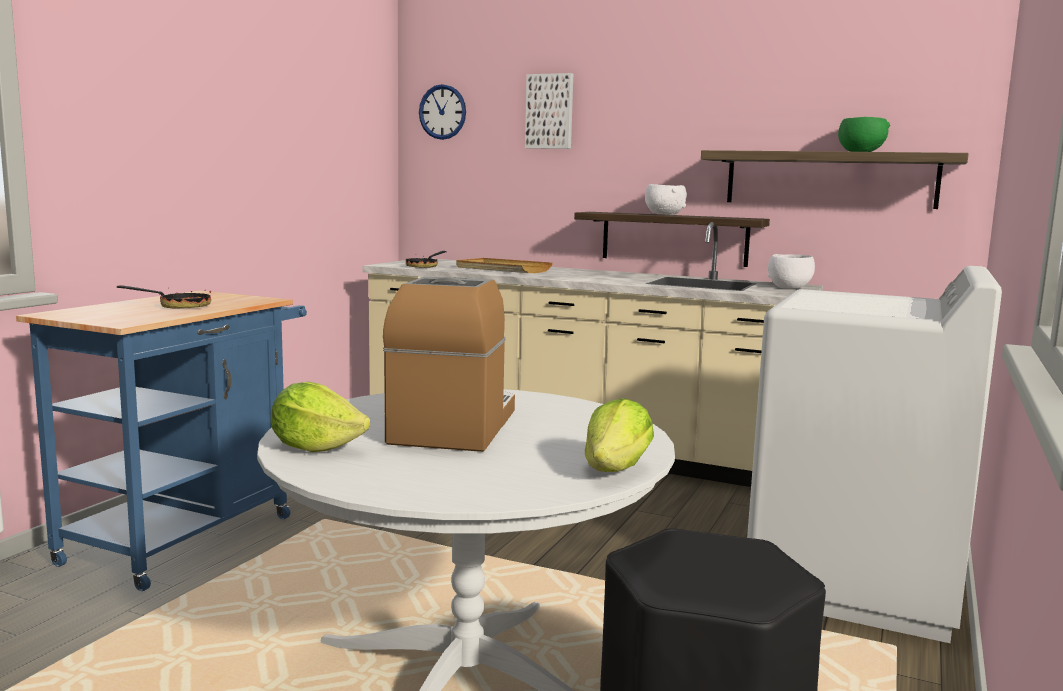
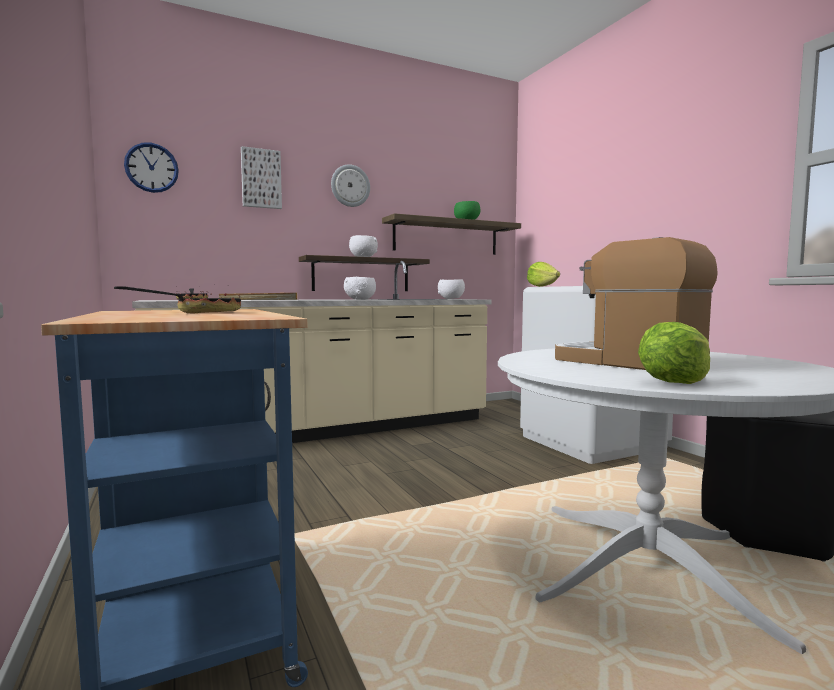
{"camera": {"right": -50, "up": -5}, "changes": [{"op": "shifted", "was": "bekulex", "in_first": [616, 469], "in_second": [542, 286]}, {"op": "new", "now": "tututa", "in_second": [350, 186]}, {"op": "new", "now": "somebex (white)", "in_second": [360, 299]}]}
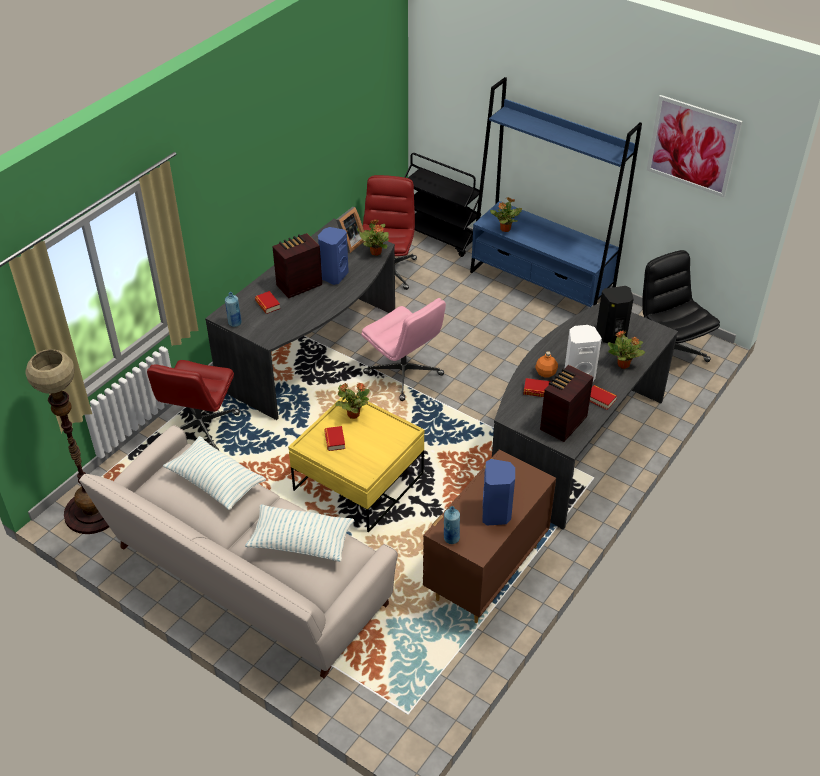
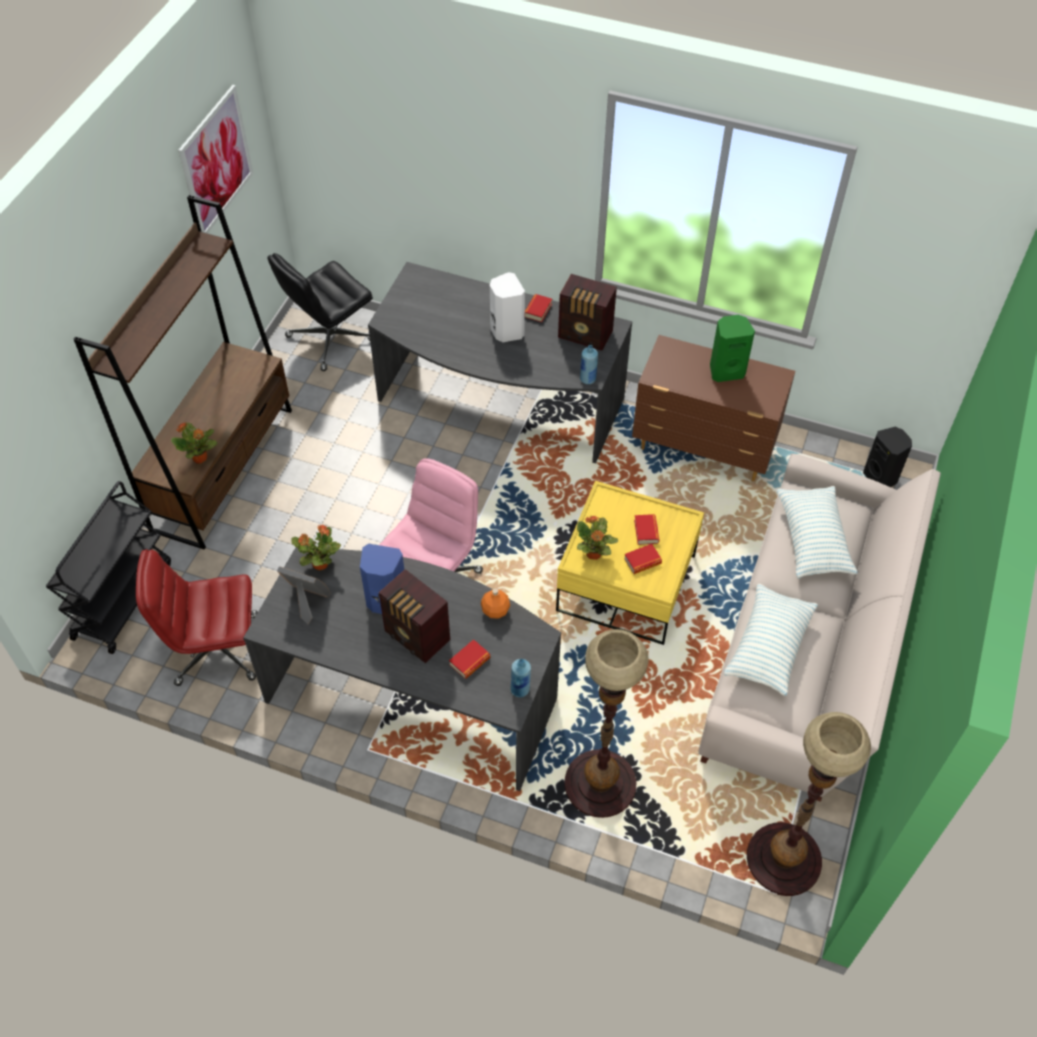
{"camera": {"right": -105, "up": 10}, "changes": [{"op": "repainted", "was": "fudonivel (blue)", "now": "fudonivel (brown)", "in_first": [541, 286], "in_second": [223, 468]}, {"op": "shifted", "was": "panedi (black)", "in_first": [611, 336], "in_second": [881, 477]}, {"op": "gone", "was": "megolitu", "in_first": [623, 365]}, {"op": "shifted", "was": "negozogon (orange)", "in_first": [546, 373], "in_second": [495, 610]}, {"op": "swapped", "was": "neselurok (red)", "now": "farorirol", "in_first": [200, 429], "in_second": [600, 784]}, {"op": "shifted", "was": "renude", "in_first": [536, 390], "in_second": [646, 531]}, {"op": "repainted", "was": "panedi (blue)", "now": "panedi (green)", "in_first": [496, 514], "in_second": [726, 370]}, {"op": "shifted", "was": "negozogon (blue)", "in_first": [451, 538], "in_second": [587, 379]}]}
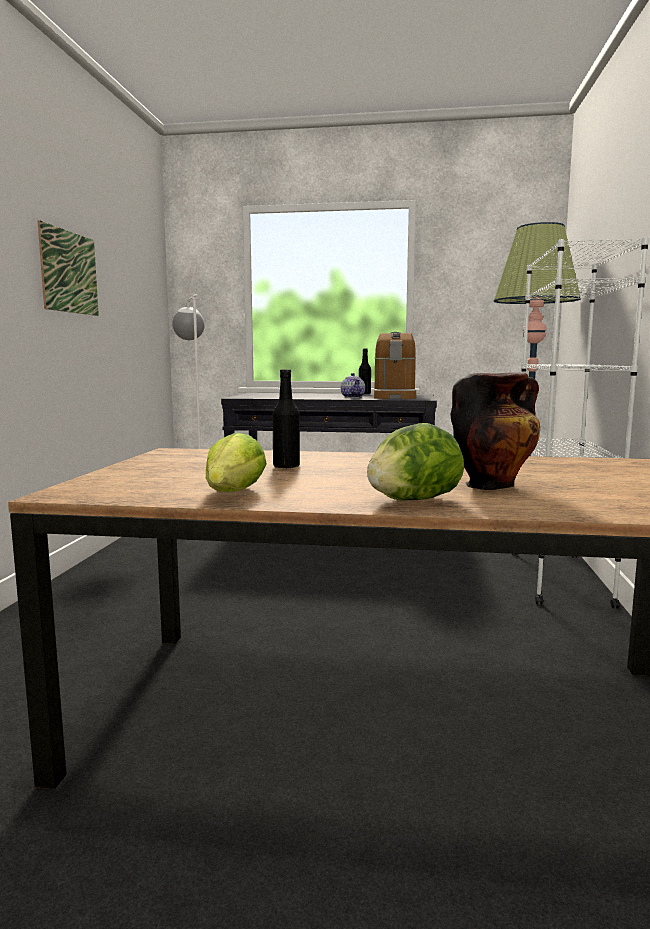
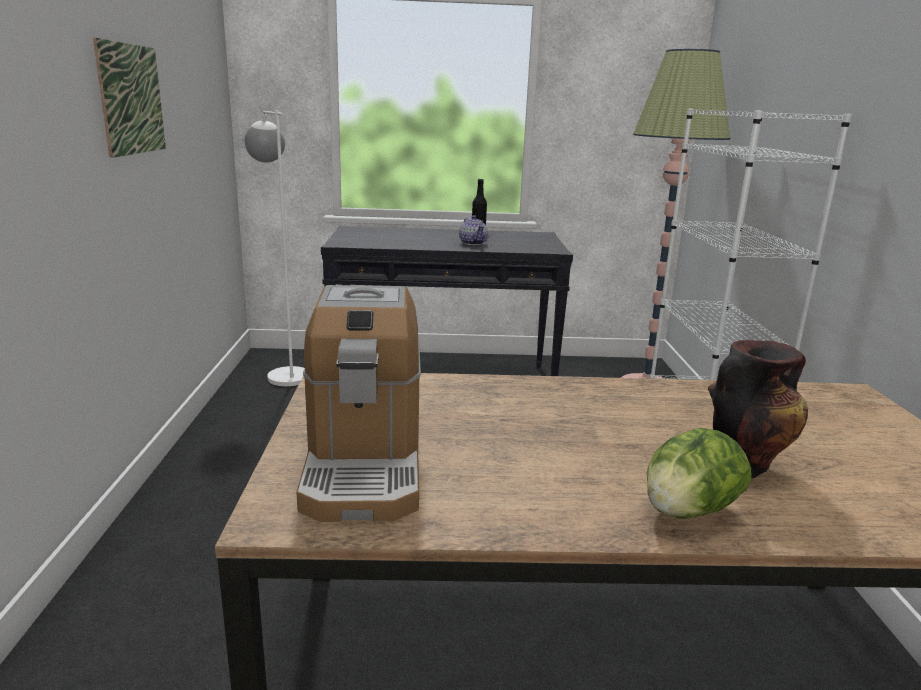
{"camera": {"right": -10, "up": 10}, "changes": [{"op": "shifted", "was": "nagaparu", "in_first": [394, 396], "in_second": [364, 464]}, {"op": "gone", "was": "negozogon (black)", "in_first": [286, 466]}, {"op": "gone", "was": "bekulex", "in_first": [234, 493]}]}
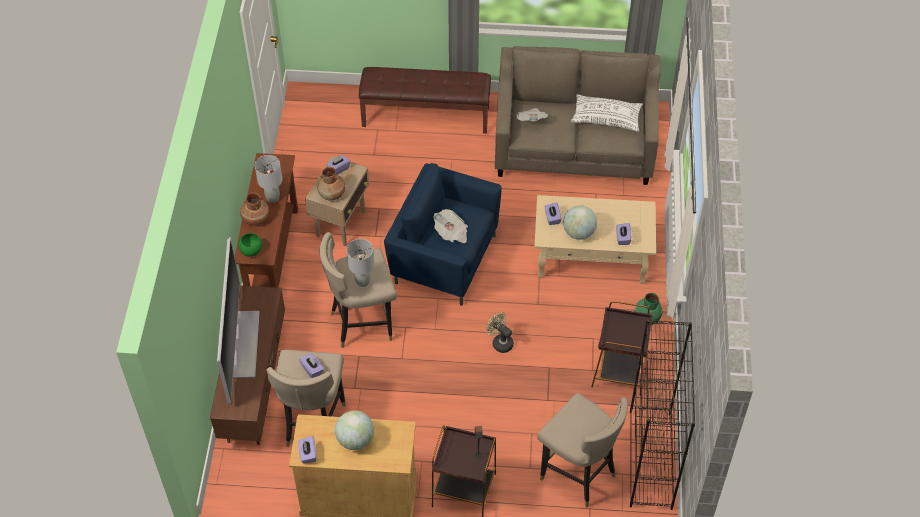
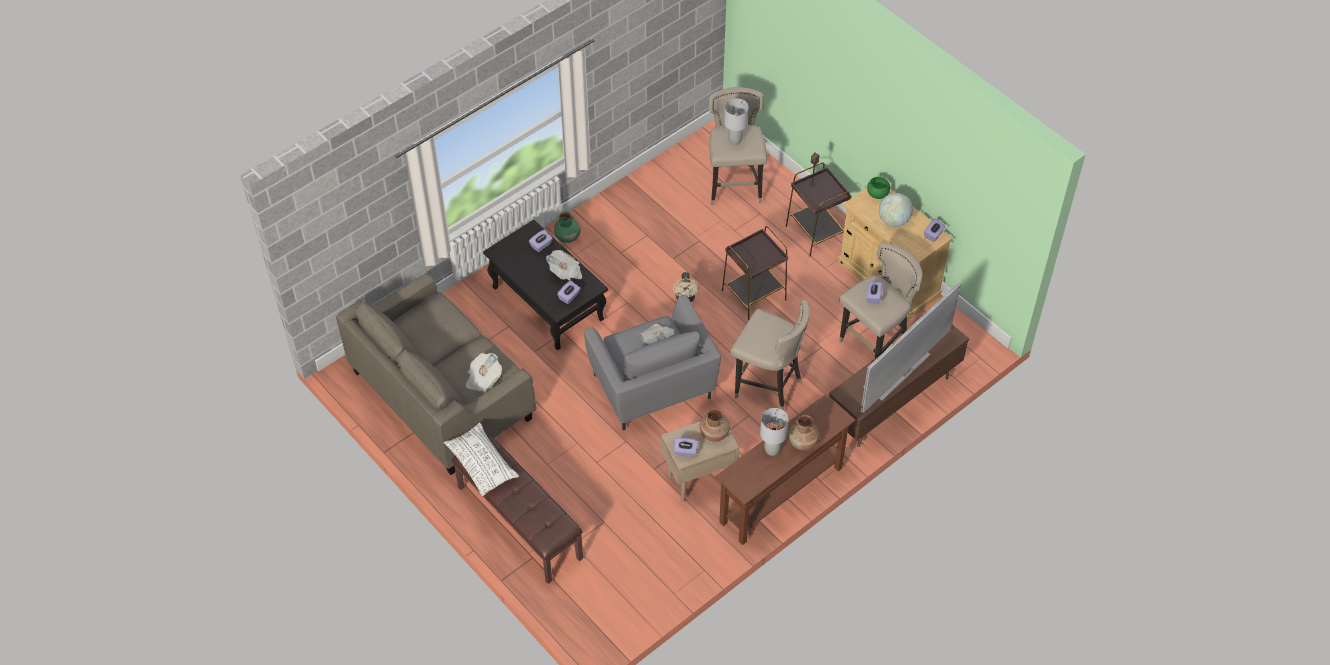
{"camera": {"right": -135, "up": 0}, "changes": [{"op": "shifted", "was": "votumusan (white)", "in_first": [606, 119], "in_second": [481, 464]}, {"op": "repainted", "was": "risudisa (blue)", "now": "risudisa (grey)", "in_first": [443, 258], "in_second": [652, 388]}, {"op": "repainted", "was": "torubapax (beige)", "now": "torubapax (black)", "in_first": [592, 257], "in_second": [547, 303]}, {"op": "swapped", "was": "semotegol", "now": "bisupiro", "in_first": [579, 233], "in_second": [565, 272]}, {"op": "shifted", "was": "somebex (green)", "in_first": [251, 250], "in_second": [877, 193]}, {"op": "shifted", "was": "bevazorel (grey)", "in_first": [362, 282], "in_second": [735, 141]}, {"op": "shifted", "was": "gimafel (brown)", "in_first": [618, 371], "in_second": [754, 295]}, {"op": "gone", "was": "fudonivel (black)", "in_first": [651, 460]}]}
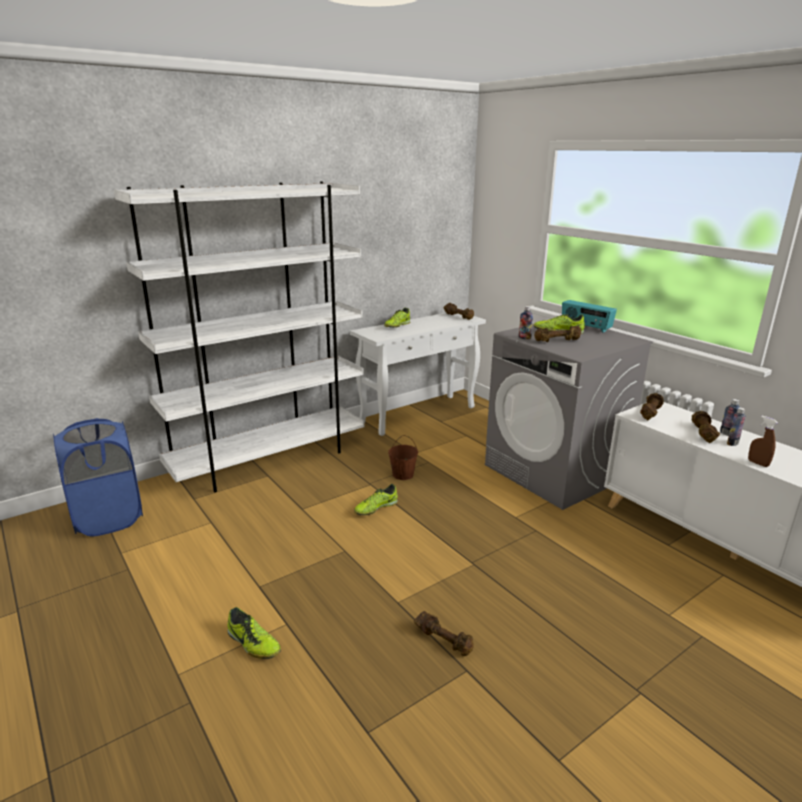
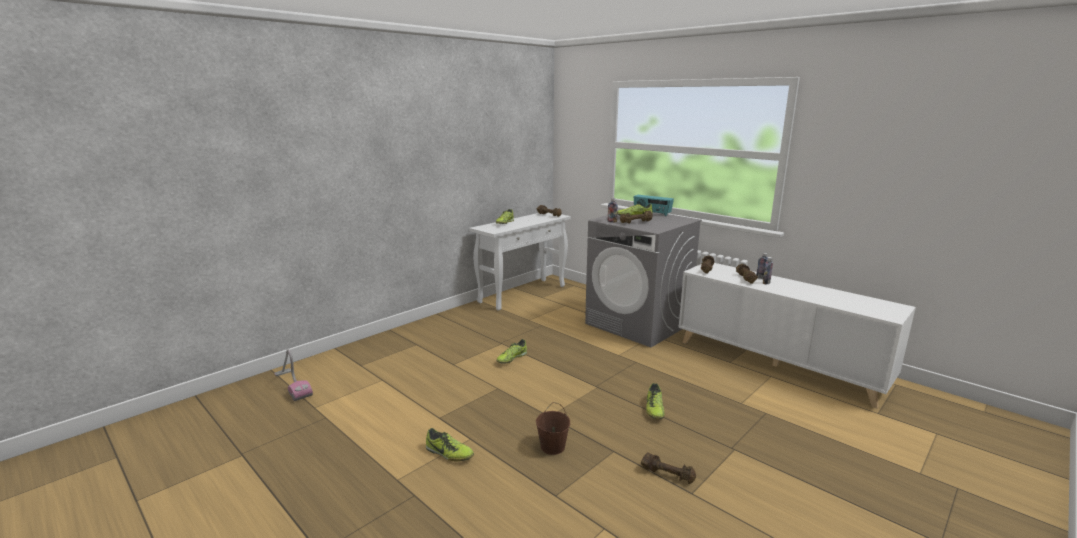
{"camera": {"right": -10, "up": -5}, "changes": [{"op": "gone", "was": "fudonivel (white)", "in_first": [270, 460]}, {"op": "gone", "was": "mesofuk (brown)", "in_first": [758, 463]}, {"op": "swapped", "was": "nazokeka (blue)", "now": "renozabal", "in_first": [108, 518], "in_second": [292, 385]}, {"op": "shifted", "was": "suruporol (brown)", "in_first": [402, 474], "in_second": [552, 447]}, {"op": "shifted", "was": "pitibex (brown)", "in_first": [444, 640], "in_second": [667, 474]}, {"op": "new", "now": "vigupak", "in_second": [654, 409]}]}
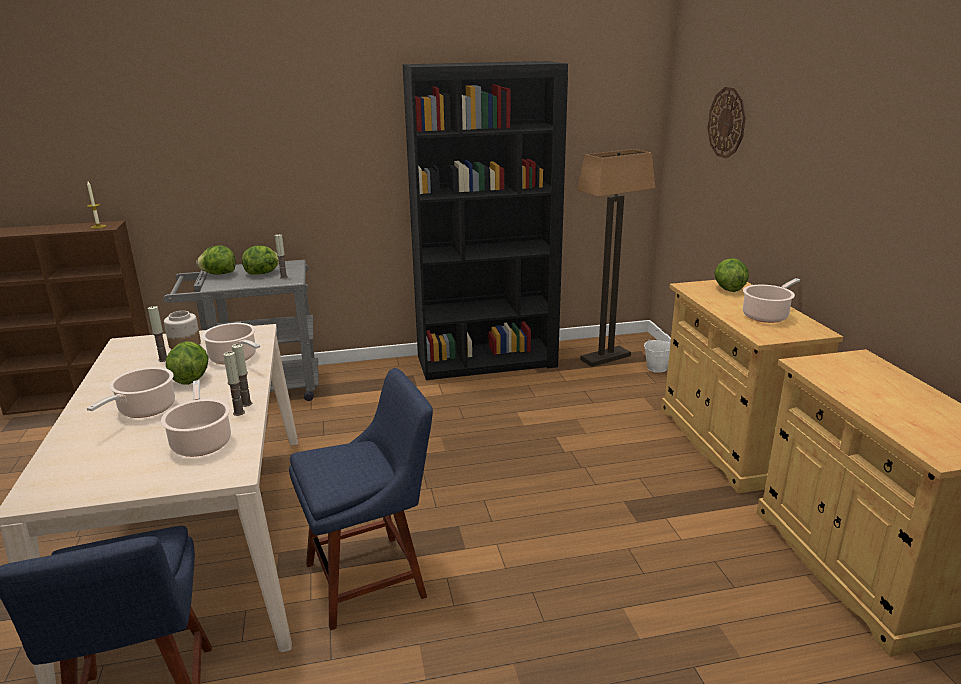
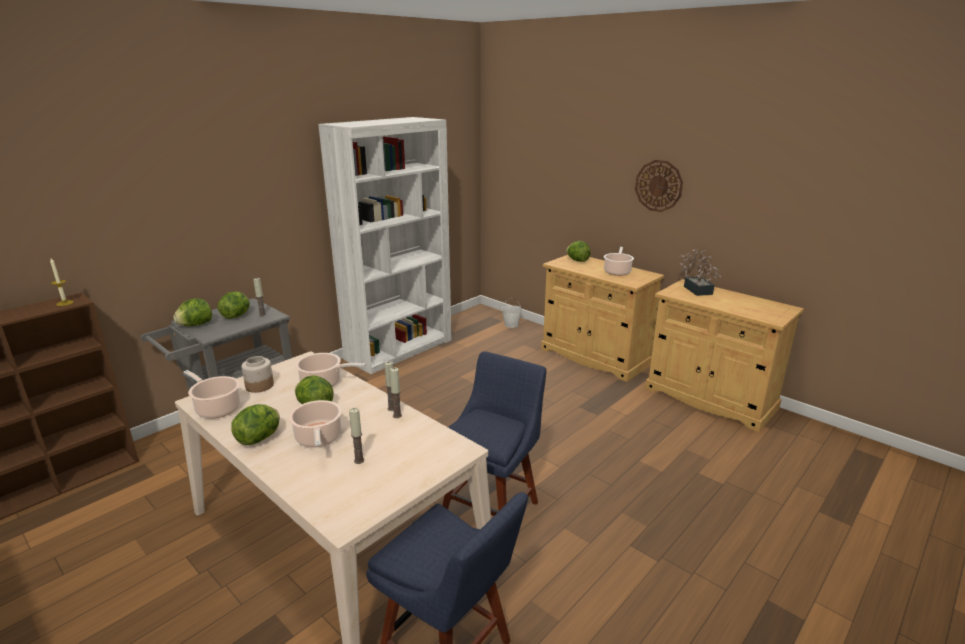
{"camera": {"right": -35, "up": 0}, "changes": [{"op": "repainted", "was": "fudonivel (black)", "now": "fudonivel (white)", "in_first": [487, 361], "in_second": [399, 349]}, {"op": "shifted", "was": "tututa", "in_first": [727, 122], "in_second": [658, 186]}, {"op": "gone", "was": "farorirol", "in_first": [605, 358]}, {"op": "shifted", "was": "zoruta", "in_first": [163, 359], "in_second": [359, 460]}, {"op": "shifted", "was": "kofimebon", "in_first": [201, 442], "in_second": [216, 408]}, {"op": "new", "now": "megolitu", "in_second": [696, 289]}, {"op": "new", "now": "bekulex", "in_second": [260, 438]}]}
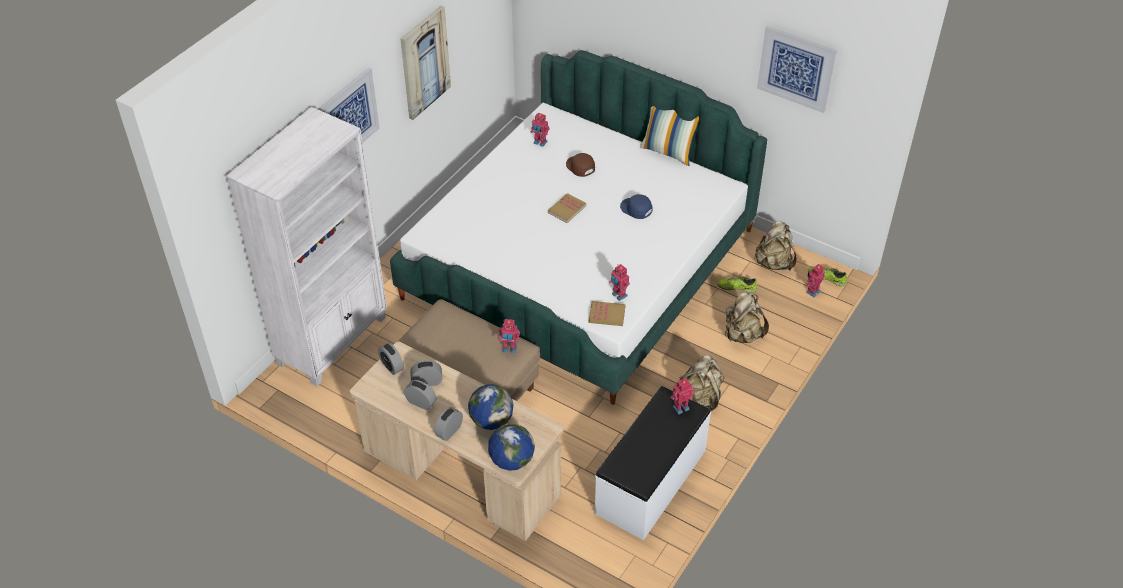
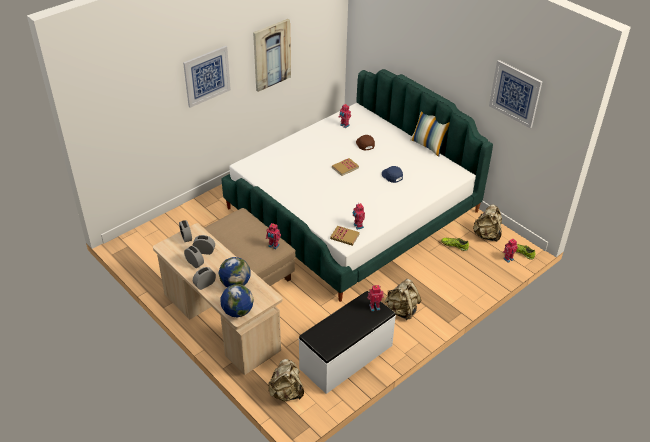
{"camera": {"right": 15, "up": -5}, "changes": [{"op": "gone", "was": "fudonivel (white)", "in_first": [333, 340]}, {"op": "shifted", "was": "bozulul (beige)", "in_first": [742, 334], "in_second": [286, 392]}]}
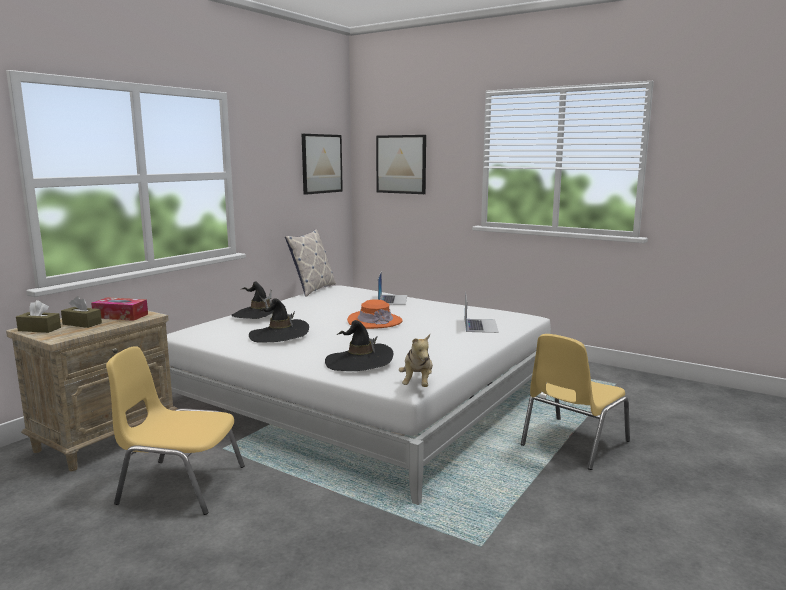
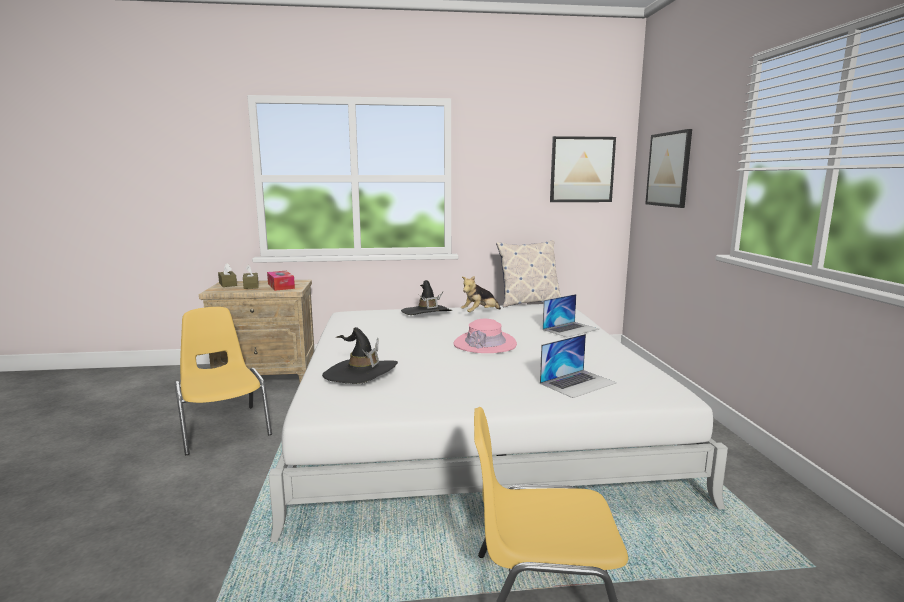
{"camera": {"right": 50, "up": 0}, "changes": [{"op": "gone", "was": "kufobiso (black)", "in_first": [279, 335]}, {"op": "repainted", "was": "kufobiso (orange)", "now": "kufobiso (pink)", "in_first": [375, 321], "in_second": [485, 344]}, {"op": "shifted", "was": "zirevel", "in_first": [417, 384], "in_second": [480, 313]}]}
